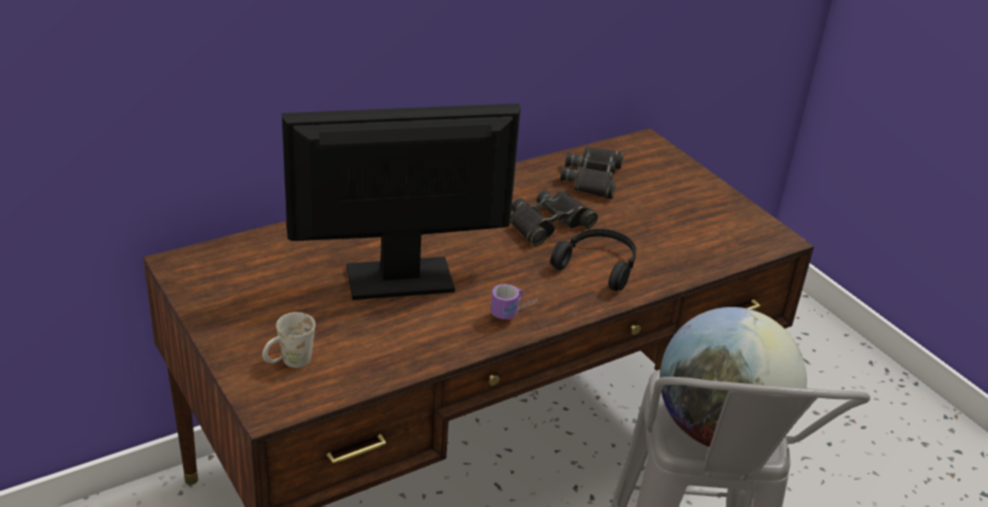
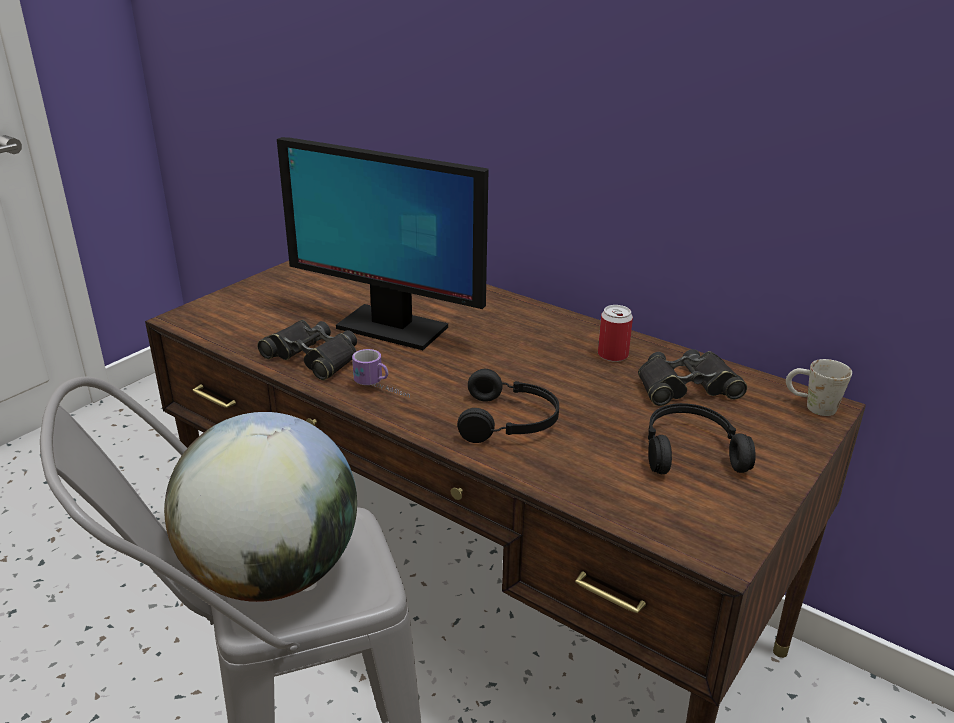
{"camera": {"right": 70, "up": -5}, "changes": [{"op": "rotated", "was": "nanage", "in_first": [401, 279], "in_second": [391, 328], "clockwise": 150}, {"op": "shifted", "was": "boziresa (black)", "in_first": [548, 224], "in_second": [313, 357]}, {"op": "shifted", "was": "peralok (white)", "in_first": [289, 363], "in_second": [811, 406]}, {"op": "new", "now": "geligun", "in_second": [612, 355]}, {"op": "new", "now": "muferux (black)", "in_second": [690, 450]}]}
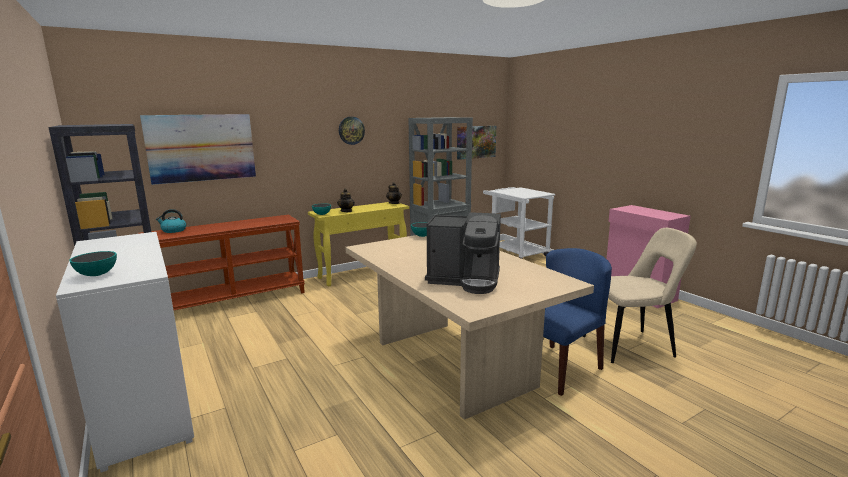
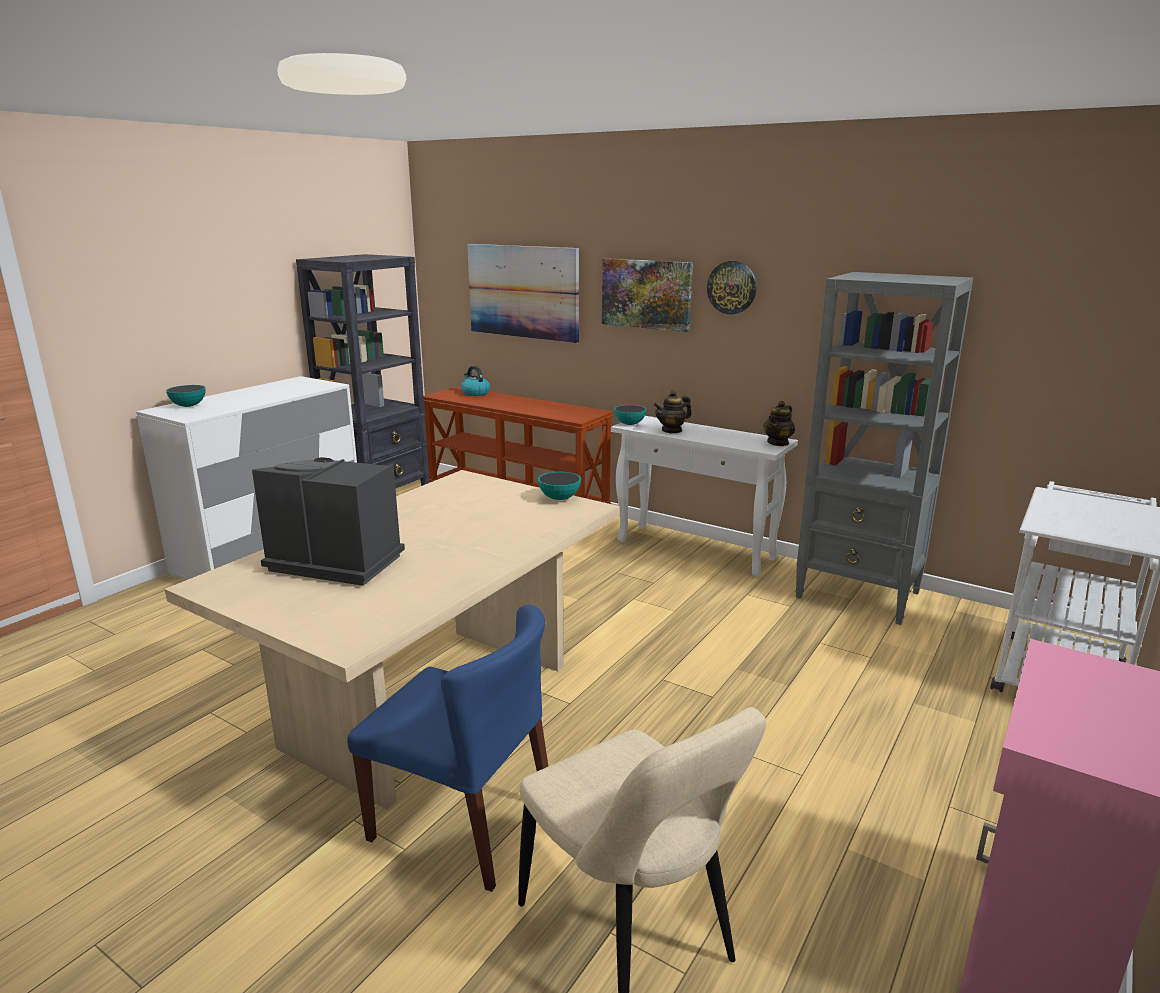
{"camera": {"right": 65, "up": 5}, "changes": [{"op": "shifted", "was": "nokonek", "in_first": [476, 142], "in_second": [646, 294]}, {"op": "repainted", "was": "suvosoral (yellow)", "now": "suvosoral (white)", "in_first": [363, 274], "in_second": [696, 550]}, {"op": "rotated", "was": "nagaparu", "in_first": [465, 280], "in_second": [335, 562], "clockwise": 120}]}
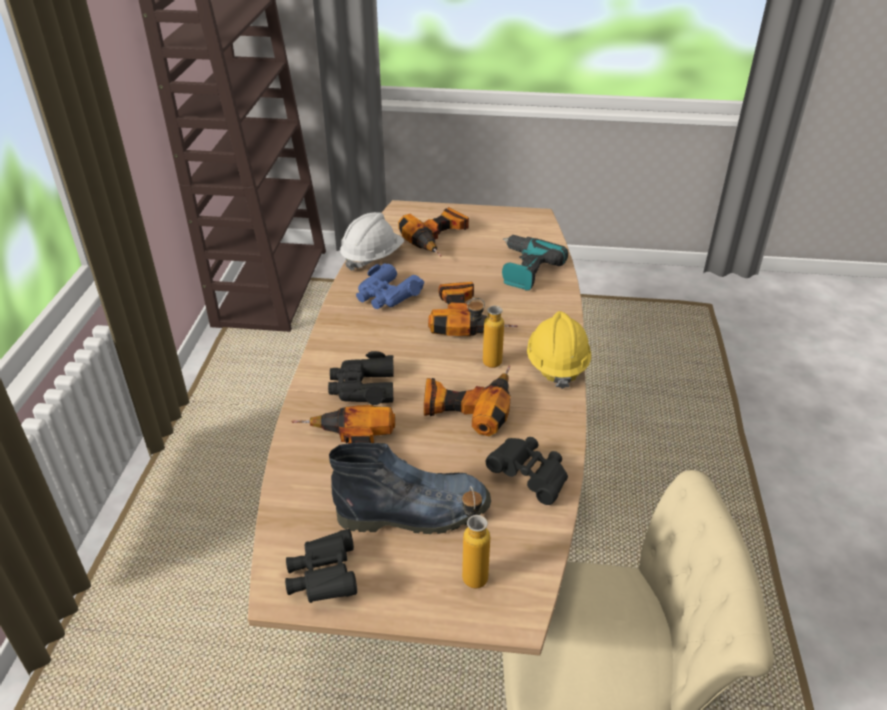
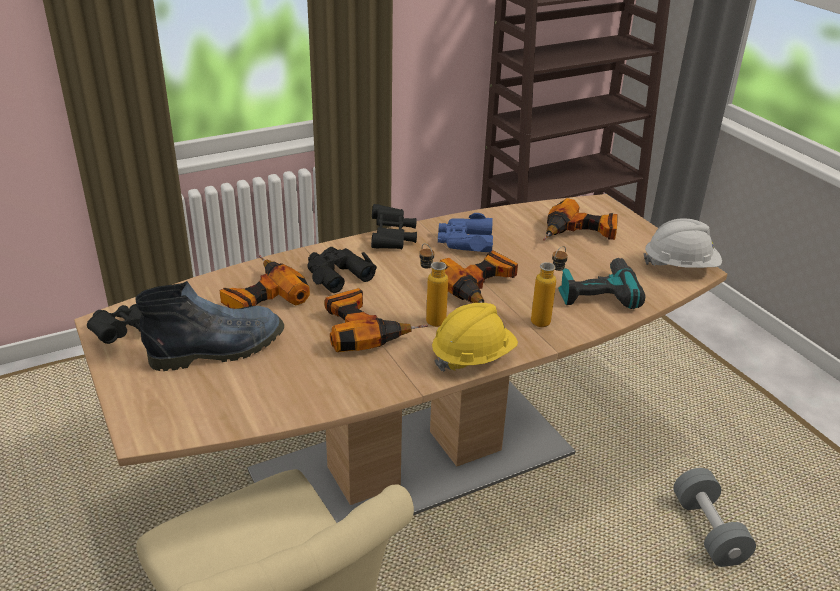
{"camera": {"right": 55, "up": -5}, "changes": [{"op": "shifted", "was": "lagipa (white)", "in_first": [372, 257], "in_second": [680, 266]}, {"op": "shifted", "was": "boziresa (black)", "in_first": [530, 477], "in_second": [392, 238]}, {"op": "rotated", "was": "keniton", "in_first": [415, 512], "in_second": [219, 348], "clockwise": -75}, {"op": "shifted", "was": "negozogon", "in_first": [472, 570], "in_second": [545, 319]}, {"op": "new", "now": "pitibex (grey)", "in_second": [708, 531]}]}
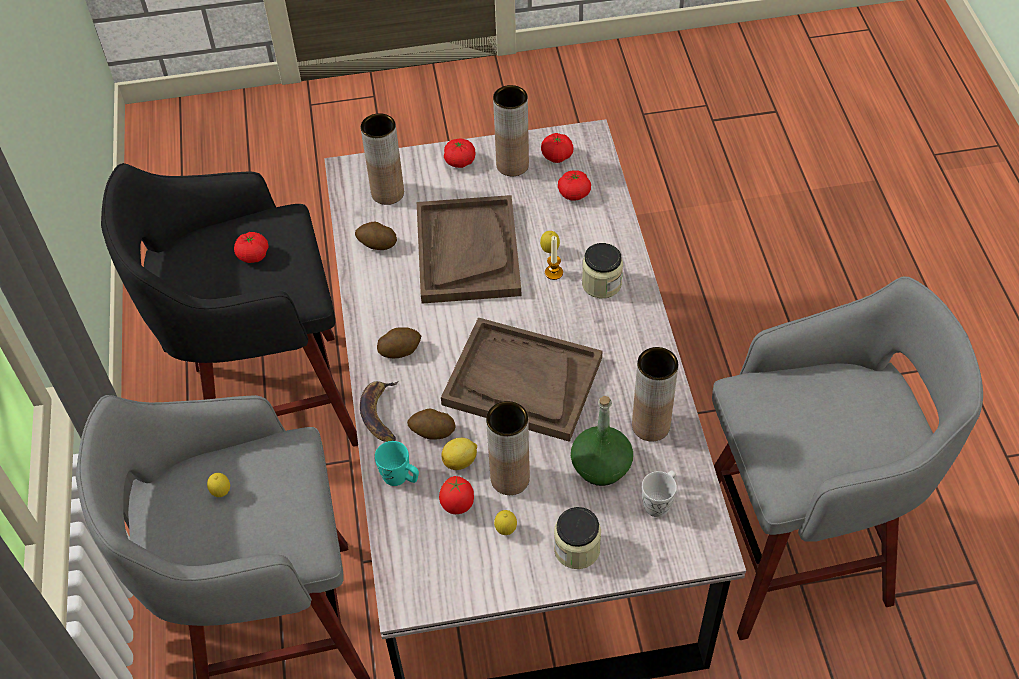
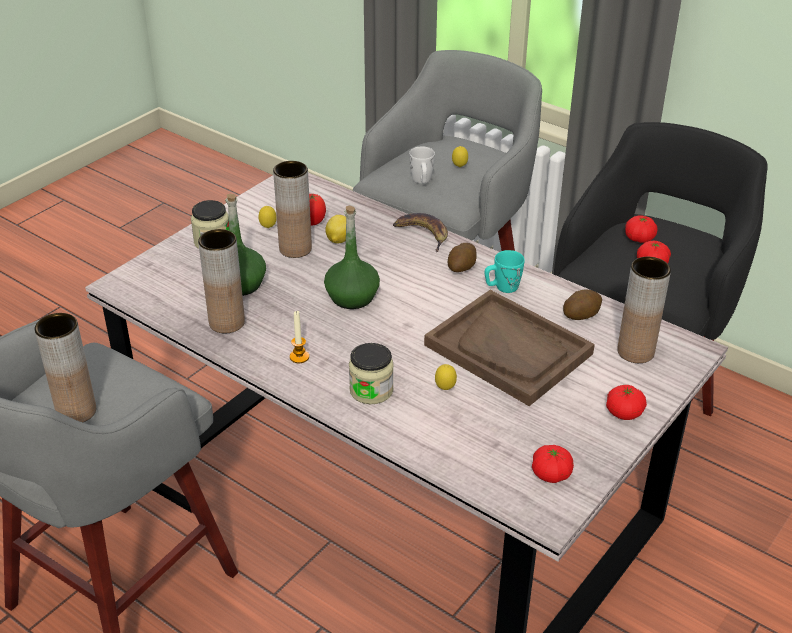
{"camera": {"right": 135, "up": -15}, "changes": [{"op": "shifted", "was": "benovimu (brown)", "in_first": [512, 165], "in_second": [76, 411]}, {"op": "shifted", "was": "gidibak", "in_first": [574, 193], "in_second": [639, 238]}, {"op": "shifted", "was": "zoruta", "in_first": [553, 273], "in_second": [299, 357]}, {"op": "swapped", "was": "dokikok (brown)", "now": "negozogon (green)", "in_first": [522, 381], "in_second": [352, 297]}, {"op": "gone", "was": "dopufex", "in_first": [432, 432]}, {"op": "shifted", "was": "peralok (turquoise)", "in_first": [400, 478], "in_second": [502, 287]}, {"op": "shifted", "was": "peralok (white)", "in_first": [659, 502], "in_second": [422, 181]}]}
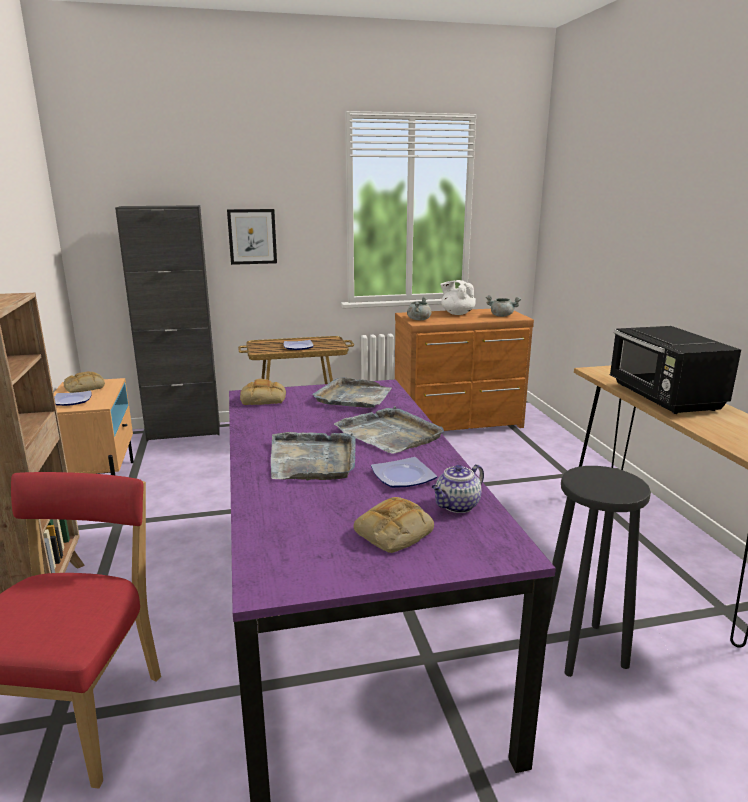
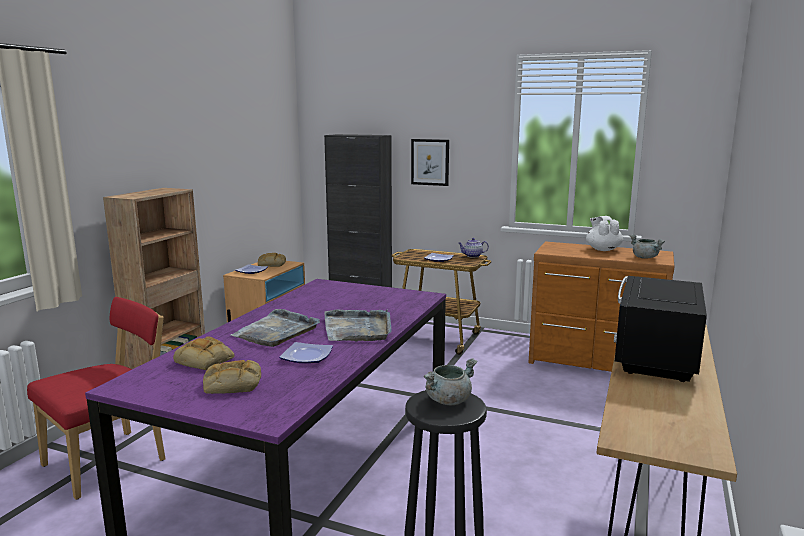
{"camera": {"right": 35, "up": -5}, "changes": [{"op": "shifted", "was": "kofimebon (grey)", "in_first": [418, 319], "in_second": [448, 400]}, {"op": "gone", "was": "dokikok (grey)", "in_first": [354, 397]}, {"op": "shifted", "was": "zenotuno", "in_first": [264, 399], "in_second": [206, 360]}, {"op": "shifted", "was": "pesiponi", "in_first": [457, 506], "in_second": [472, 256]}]}
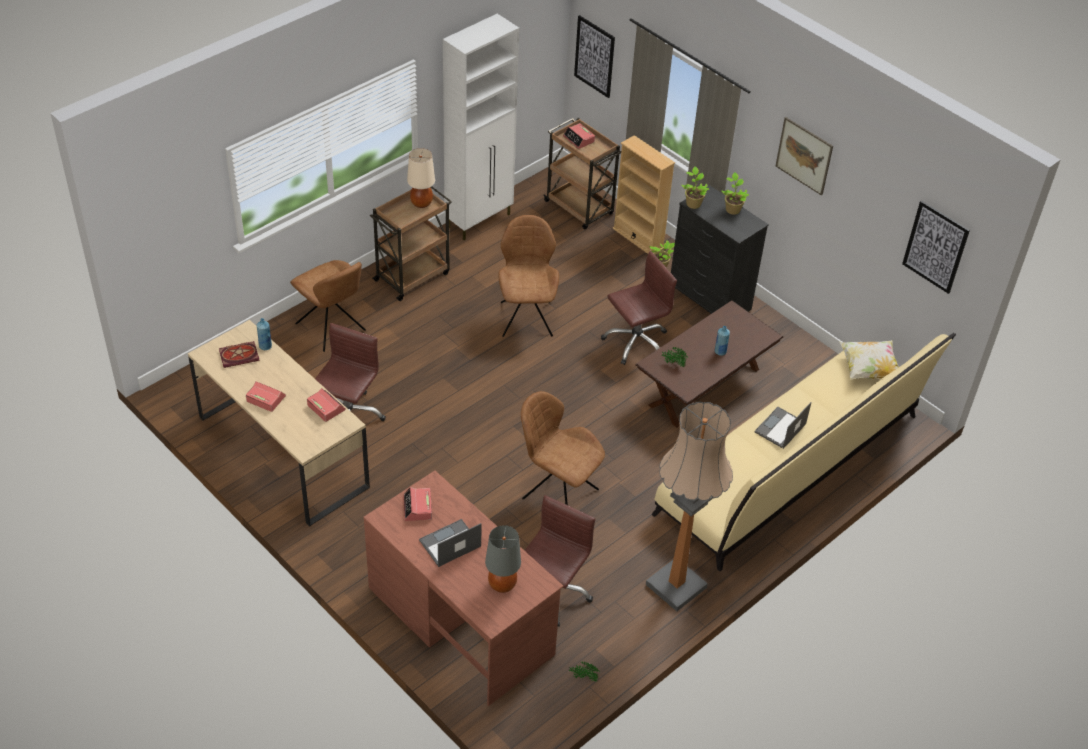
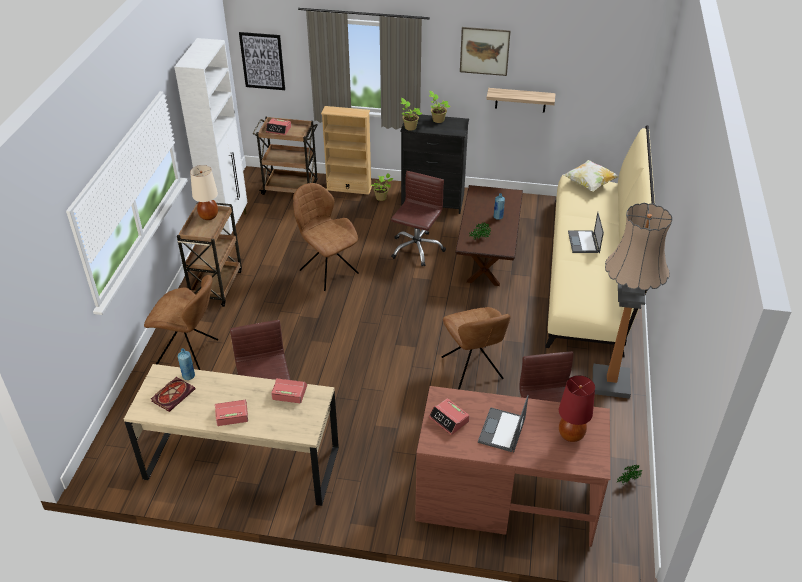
{"camera": {"right": -35, "up": -5}, "changes": [{"op": "gone", "was": "nokonek", "in_first": [935, 247]}, {"op": "rotated", "was": "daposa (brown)", "in_first": [558, 493], "in_second": [473, 370], "clockwise": -105}, {"op": "repainted", "was": "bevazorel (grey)", "now": "bevazorel (red)", "in_first": [502, 584], "in_second": [571, 435]}, {"op": "new", "now": "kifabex", "in_second": [520, 100]}]}
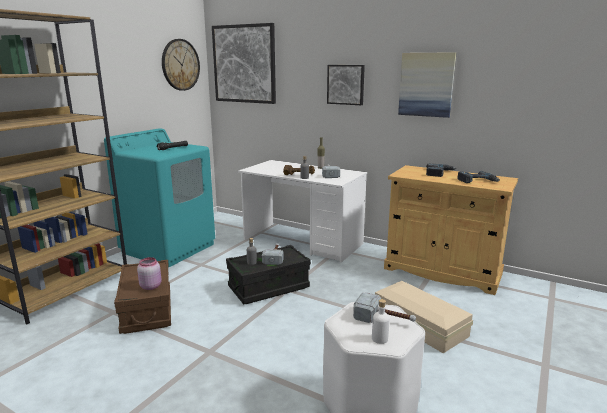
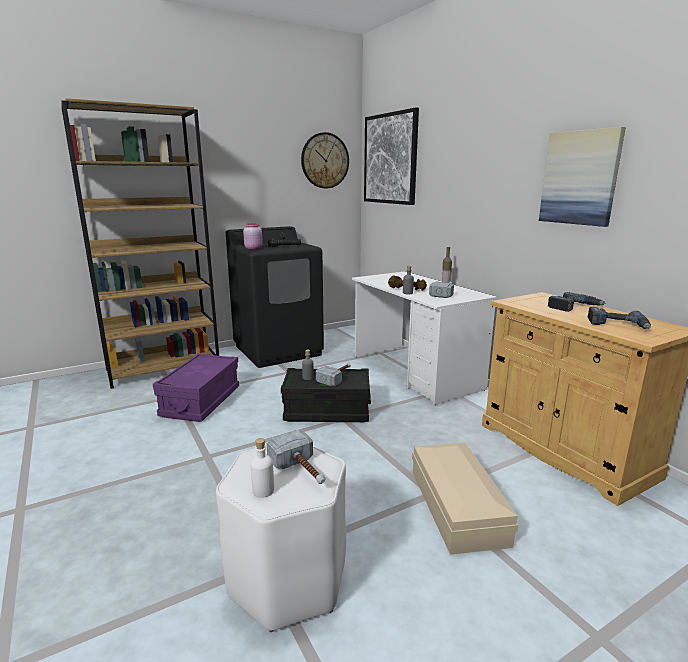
{"camera": {"right": 30, "up": 0}, "changes": [{"op": "gone", "was": "nokonek", "in_first": [346, 84]}, {"op": "repainted", "was": "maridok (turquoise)", "now": "maridok (black)", "in_first": [169, 248], "in_second": [278, 350]}, {"op": "shifted", "was": "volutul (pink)", "in_first": [151, 286], "in_second": [254, 248]}, {"op": "repainted", "was": "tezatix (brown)", "now": "tezatix (purple)", "in_first": [147, 310], "in_second": [201, 401]}]}
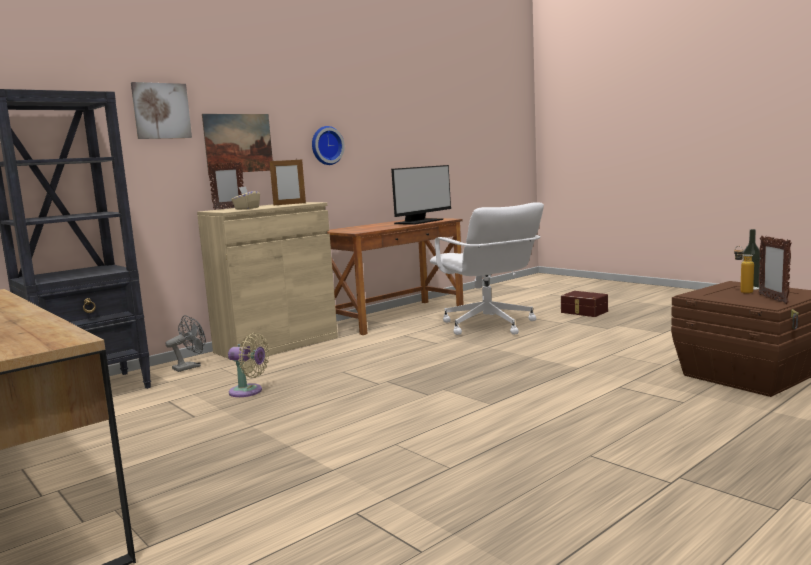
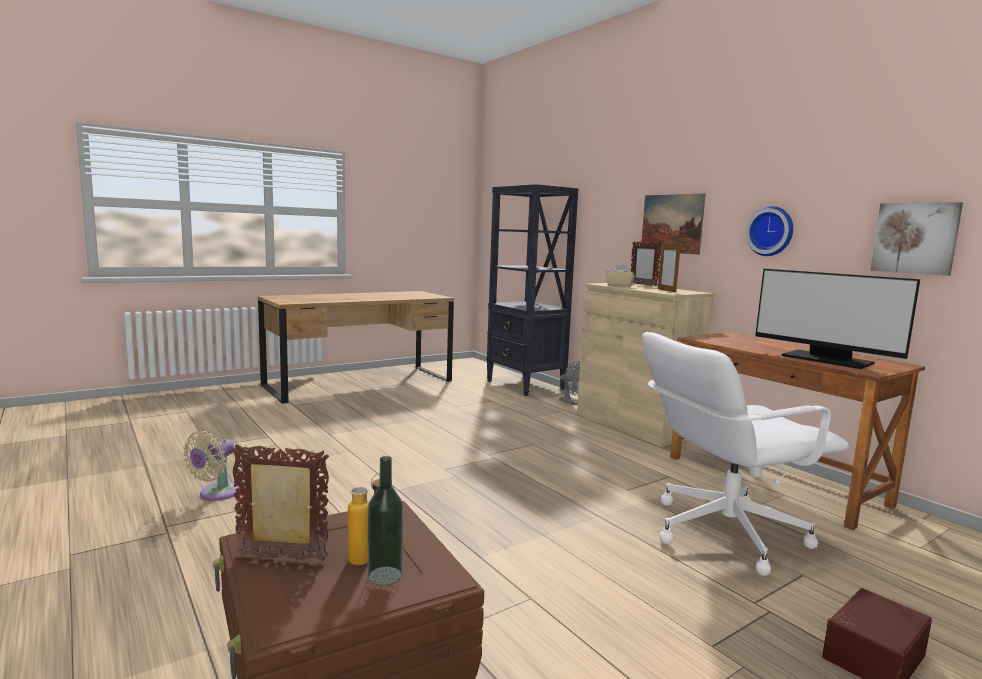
{"camera": {"right": 95, "up": 0}, "changes": [{"op": "shifted", "was": "nokonek", "in_first": [161, 111], "in_second": [915, 238]}, {"op": "shifted", "was": "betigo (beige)", "in_first": [249, 391], "in_second": [216, 494]}]}
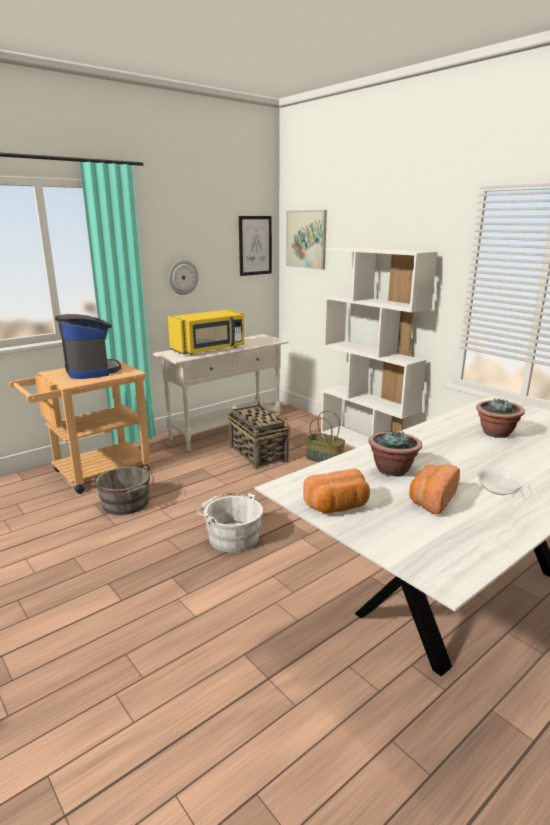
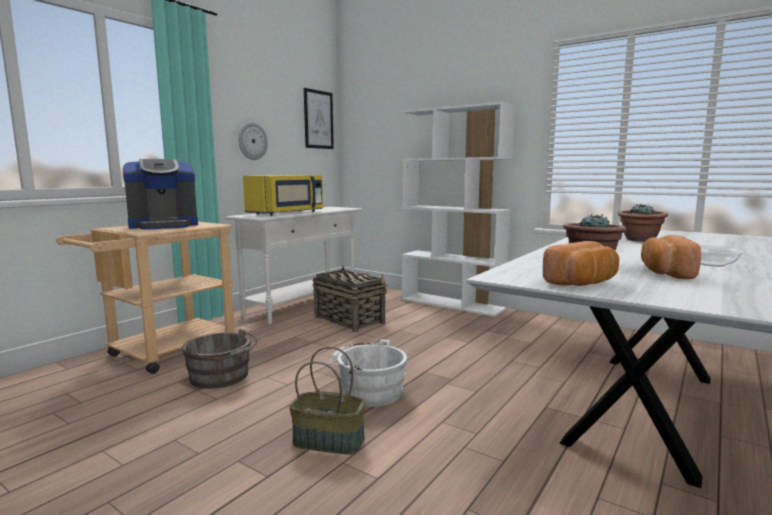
{"camera": {"right": -15, "up": -10}, "changes": [{"op": "gone", "was": "nokonek", "in_first": [306, 239]}, {"op": "rotated", "was": "nagaparu", "in_first": [91, 371], "in_second": [164, 225], "clockwise": 105}, {"op": "shifted", "was": "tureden", "in_first": [325, 459], "in_second": [329, 441]}]}
